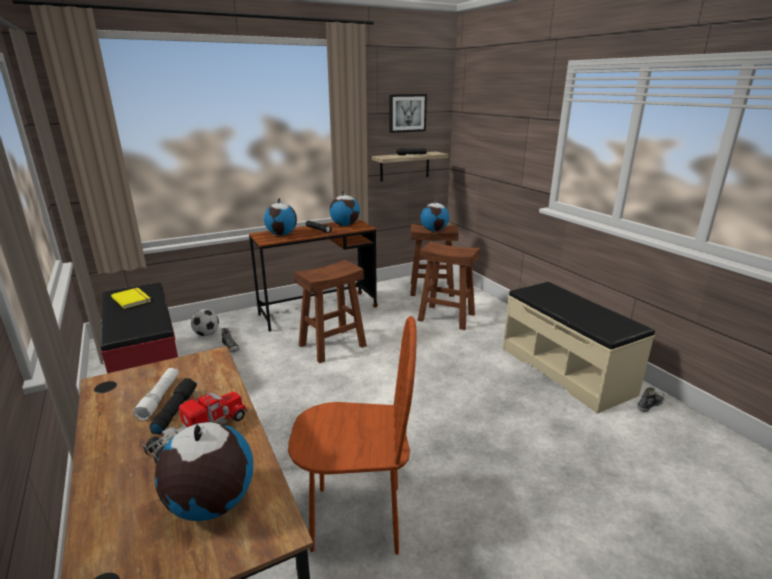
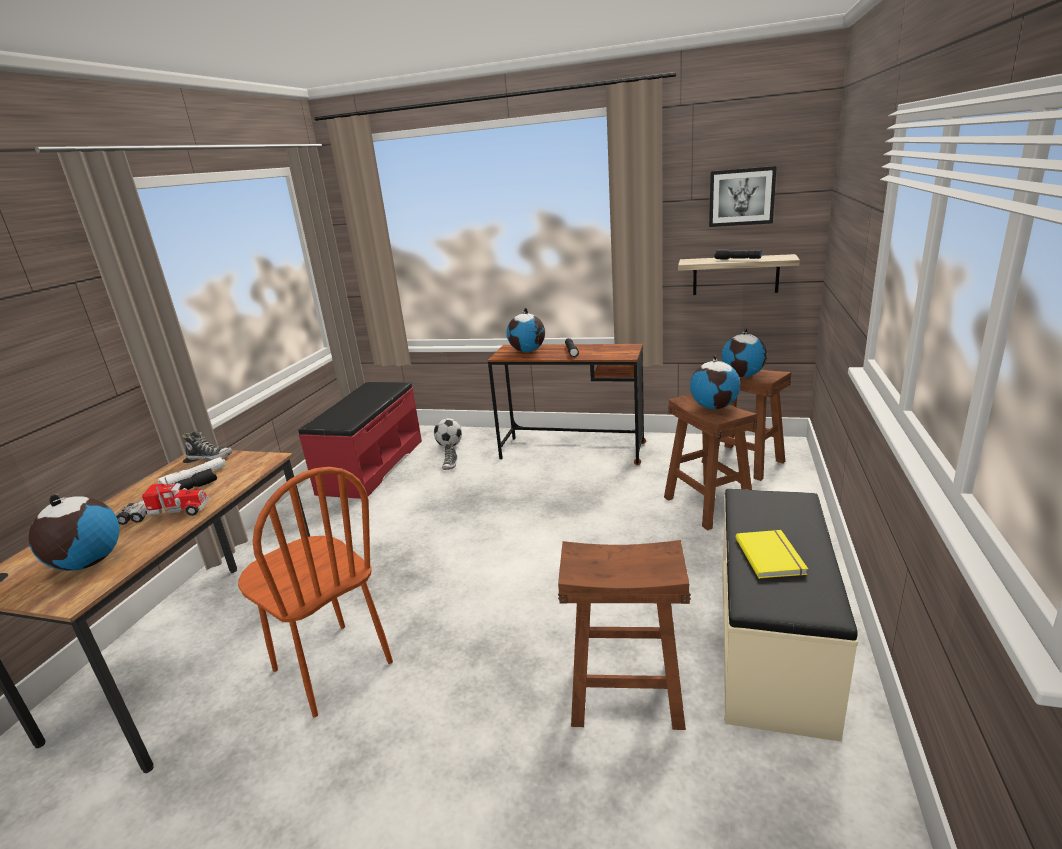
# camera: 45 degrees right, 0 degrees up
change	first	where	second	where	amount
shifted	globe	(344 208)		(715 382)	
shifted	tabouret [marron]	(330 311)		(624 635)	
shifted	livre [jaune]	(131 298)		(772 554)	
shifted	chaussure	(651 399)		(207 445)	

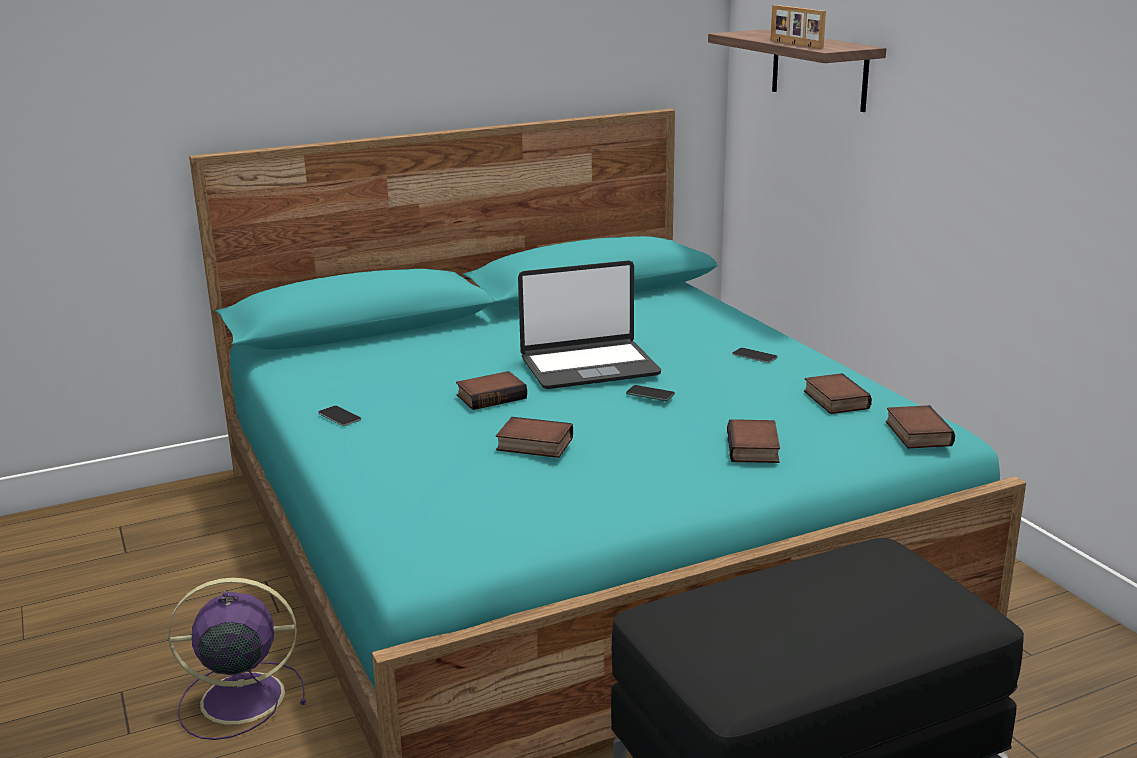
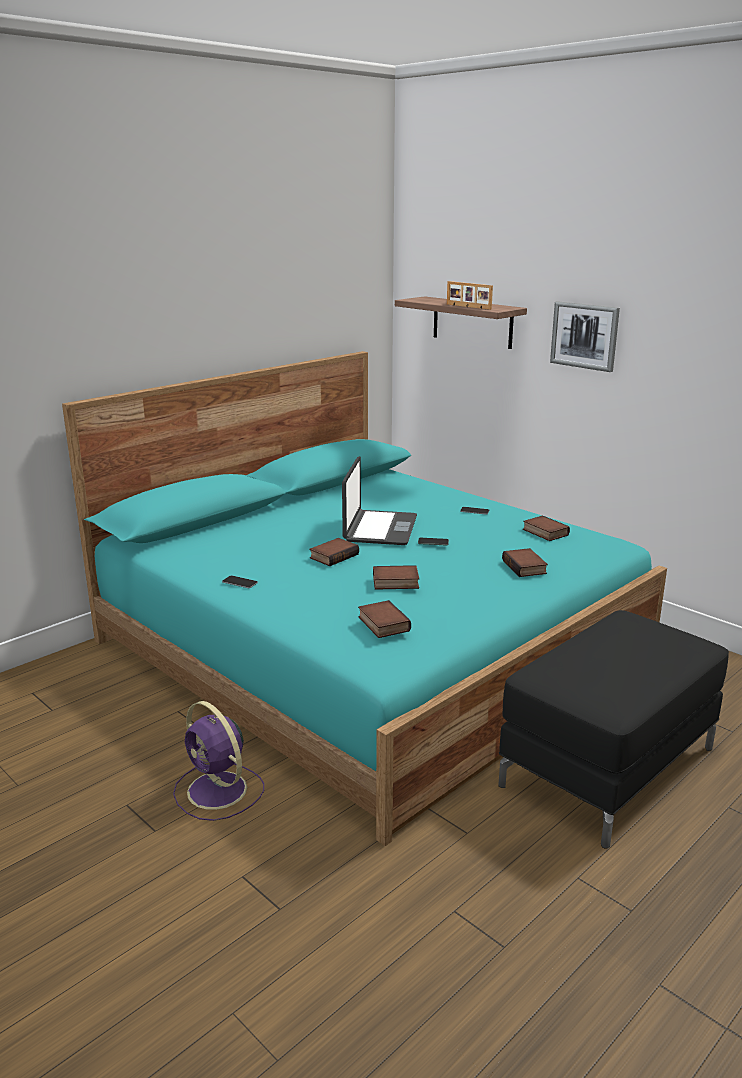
# camera: 20 degrees left, 0 degrees up
change	first	where	second	where	amount
rotated	ordinateur portable	(589 324)		(379 500)	45 degrees counterclockwise
shifted	livre	(920 427)		(384 619)	
rotated	ventilateur [violet]	(237 659)		(218 761)	105 degrees counterclockwise
new			tableau	(585 336)	

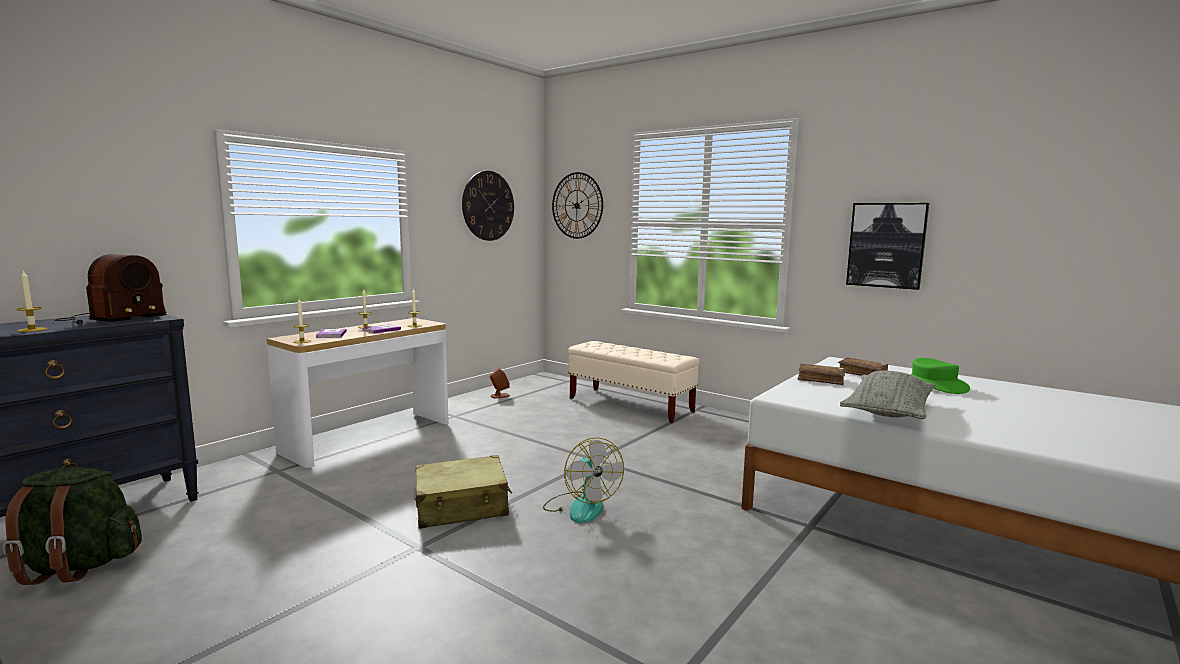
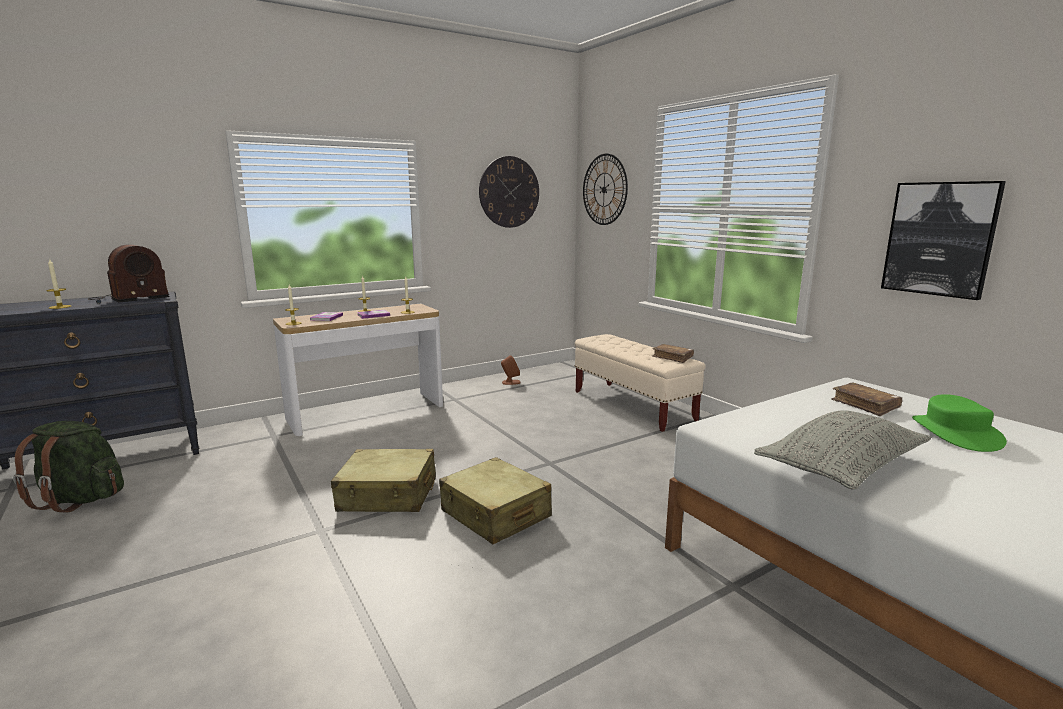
# camera: 20 degrees right, 5 degrees up
change	first	where	second	where	amount
shifted	livre [marron]	(821 374)		(673 353)	
swapped	ventilateur	(583 480)	valise [beige]	(495 500)	

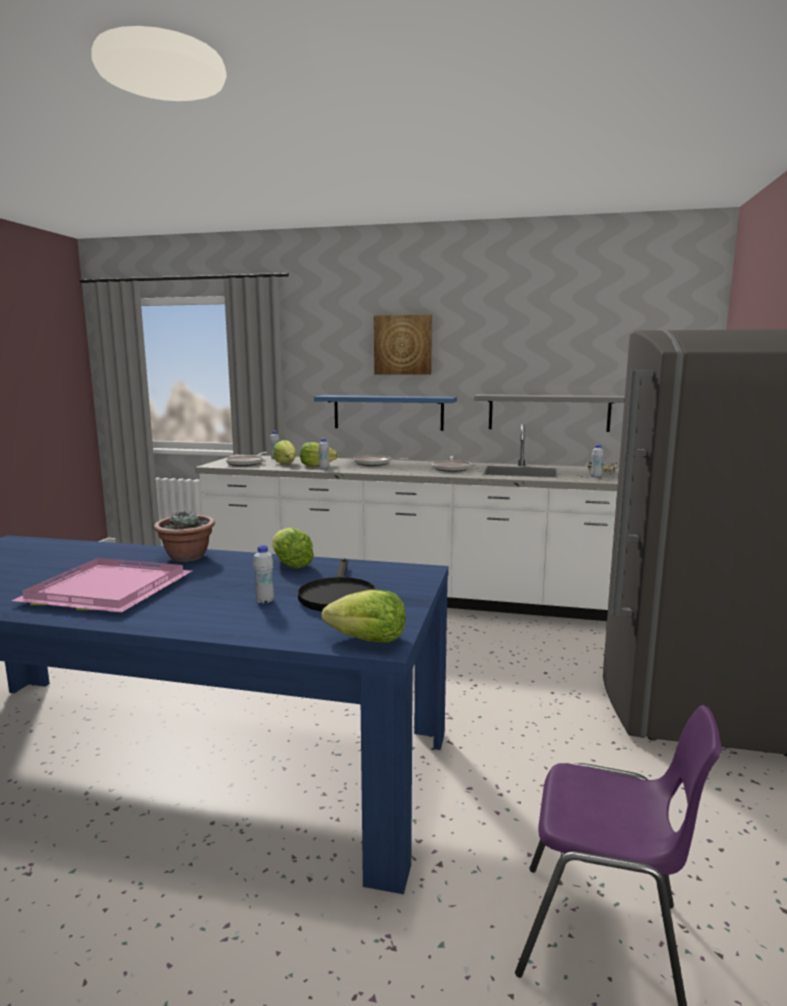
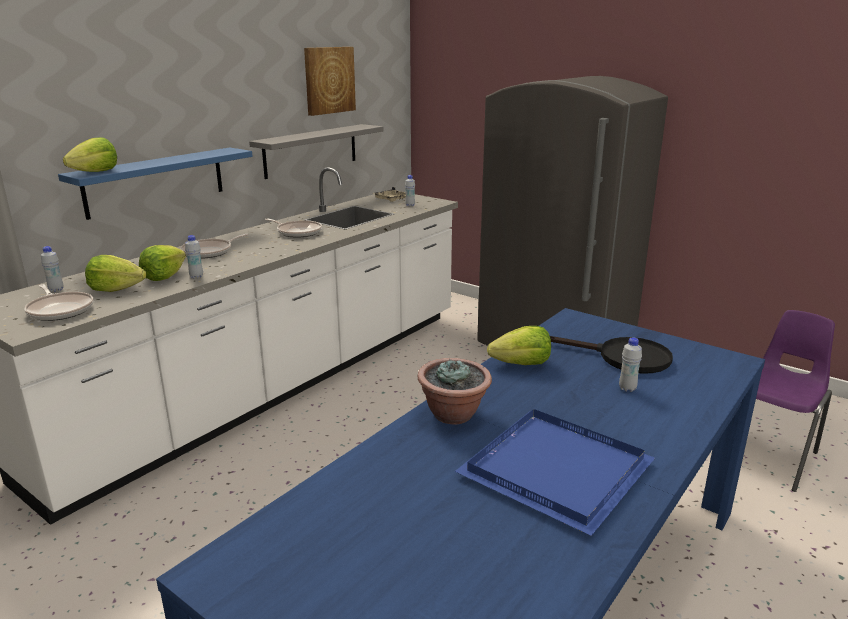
# camera: 65 degrees left, 10 degrees up
change	first	where	second	where	amount
shifted	tableau	(403 344)		(330 81)	
repainted	plateau [rose]	(101 585)	plateau [bleu]	(555 472)	
shifted	laitue	(364 616)		(90 154)	

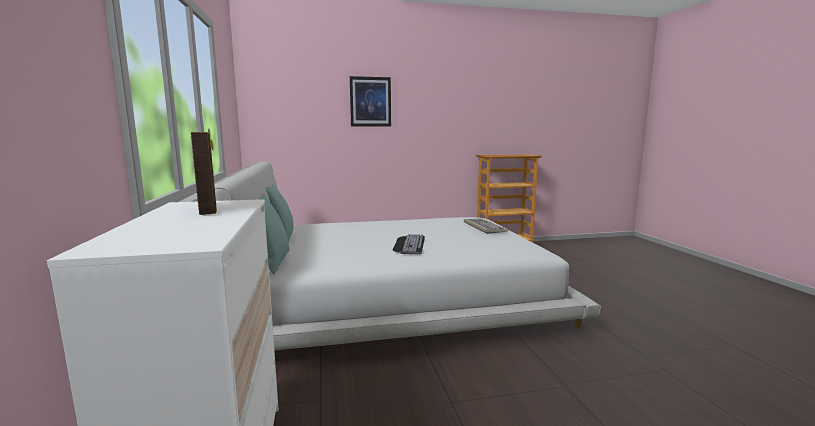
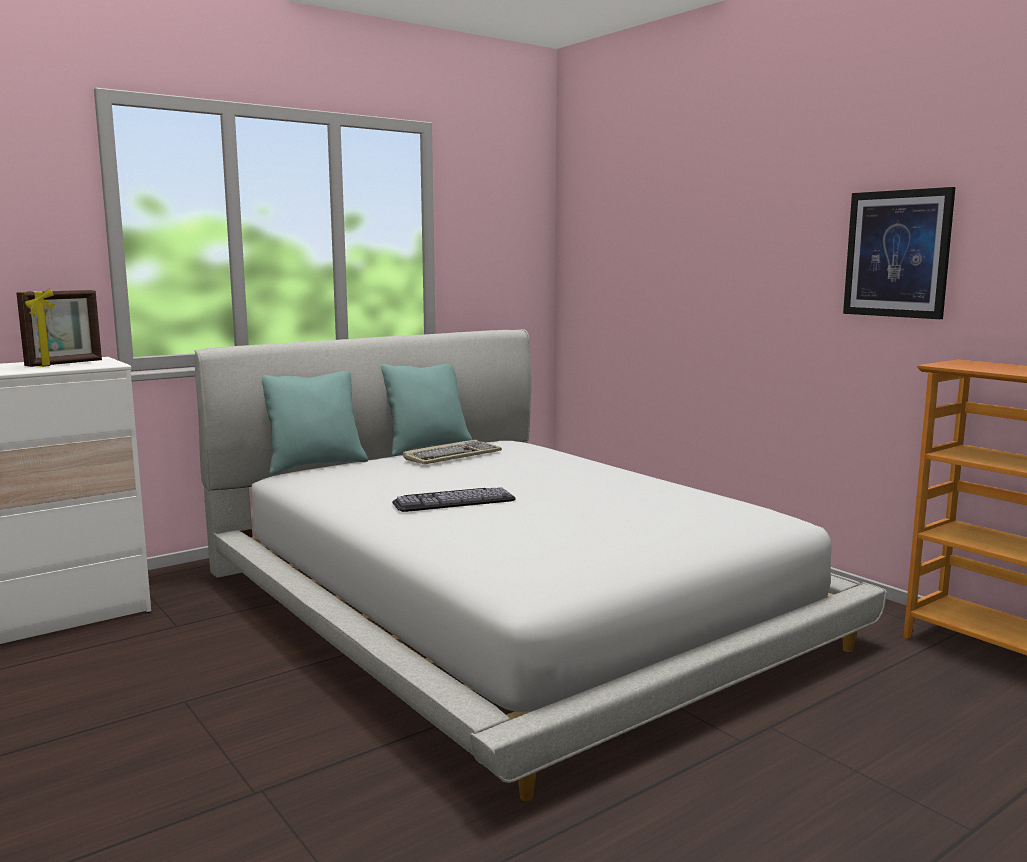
# camera: 65 degrees right, 0 degrees up
change	first	where	second	where	amount
shifted	tableau	(370 101)		(899 253)	
shifted	clavier	(486 226)		(452 452)	

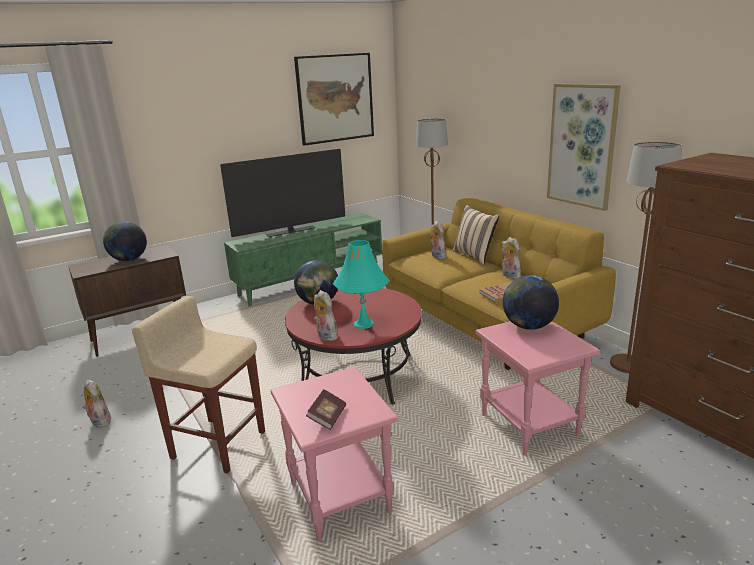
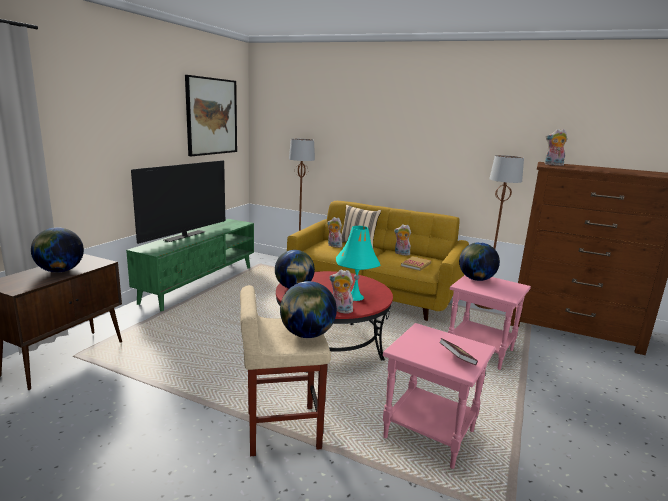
# camera: 35 degrees left, 5 degrees down
change	first	where	second	where	amount
gone	tableau	(584 147)			
shifted	peluche	(96 403)		(556 147)	
new			globe	(308 309)	

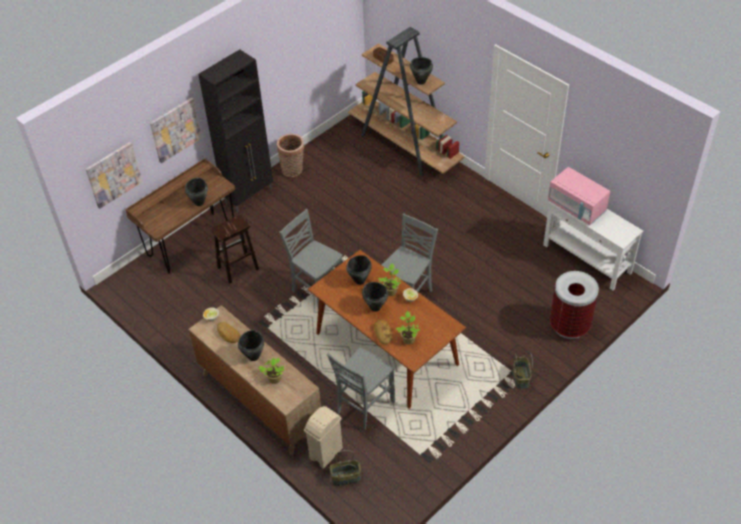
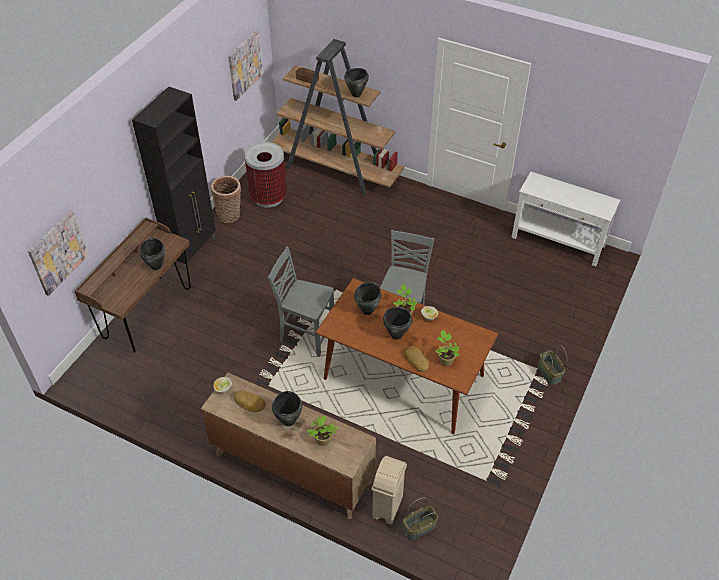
# camera: 20 degrees left, 0 degrees up
change	first	where	second	where	amount
shifted	tableau	(176 130)		(245 65)	
gone	micro-ondes [rose]	(579 196)			
gone	tabouret [marron]	(234 249)			
shifted	poubelle	(574 305)		(265 175)	
gone	chaise [gris]	(361 389)			

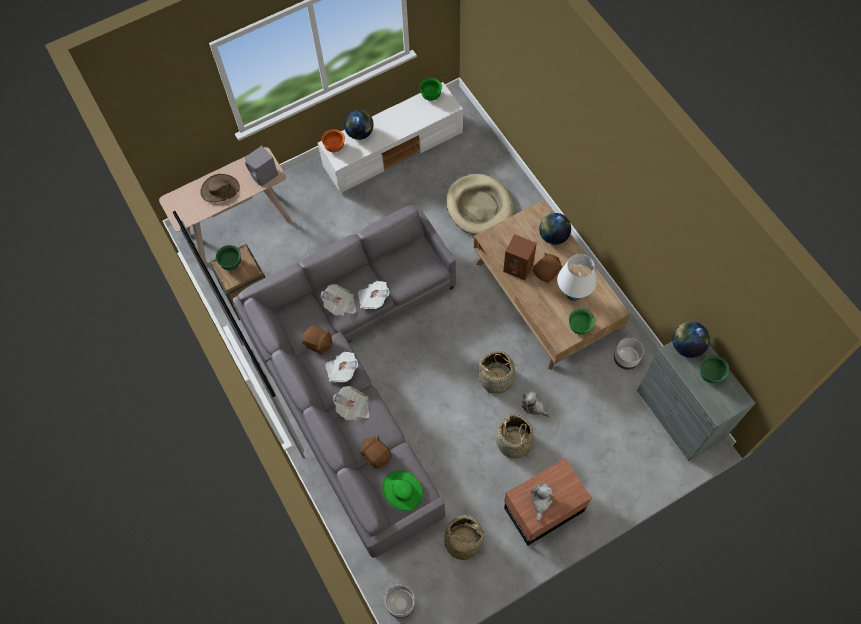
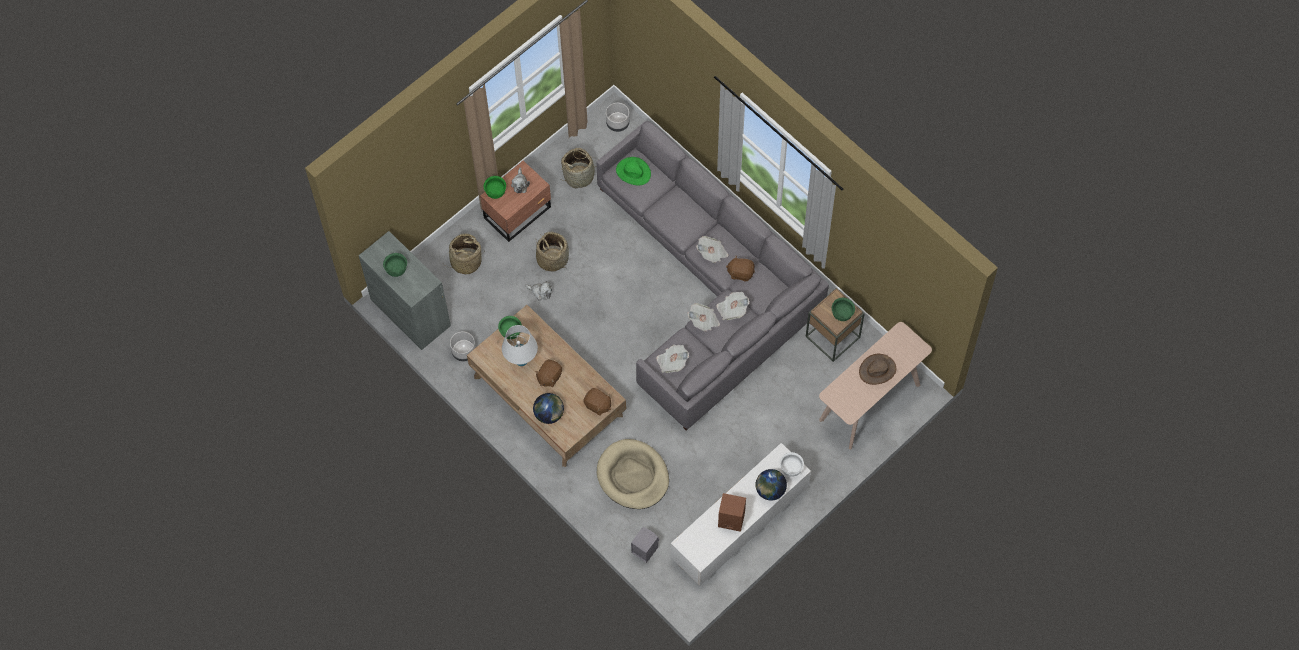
# camera: 165 degrees right, 0 degrees up
change	first	where	second	where	amount
shifted	bol [vert]	(431 89)		(495 187)	
repainted	bol [orange]	(333 140)	bol [blanc]	(792 464)	
shifted	enceinte [gris]	(261 166)		(645 545)	
shifted	enceinte [marron]	(520 257)		(732 512)	
gone	globe	(691 340)			
shifted	panier	(499 372)		(465 254)	
shifted	journal	(351 403)		(672 359)	
shifted	peluche [marron]	(375 451)		(597 402)	

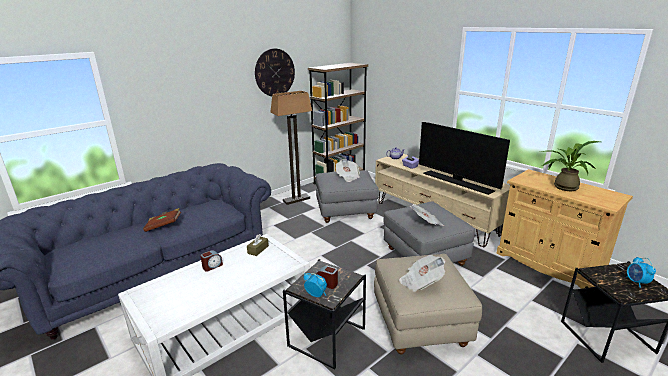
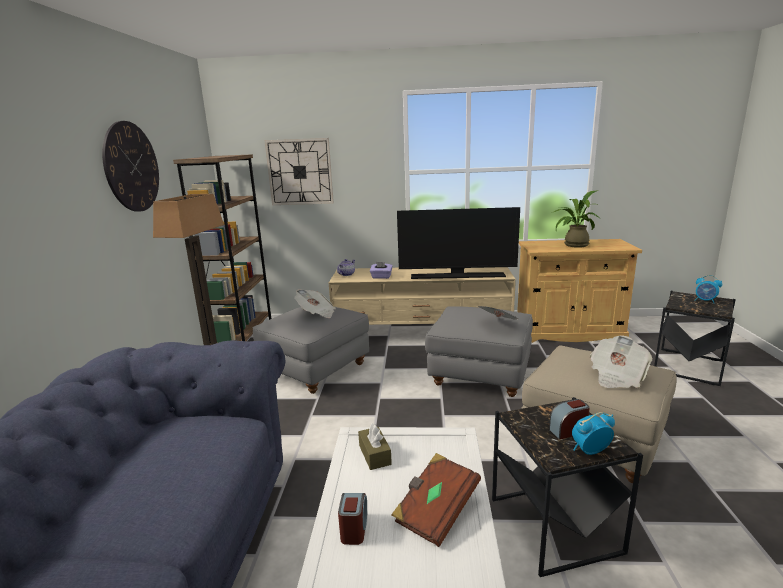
# camera: 45 degrees left, 5 degrees down
change	first	where	second	where	amount
shifted	livre [marron]	(162 220)		(436 500)	
new			horloge murale	(299 171)	

